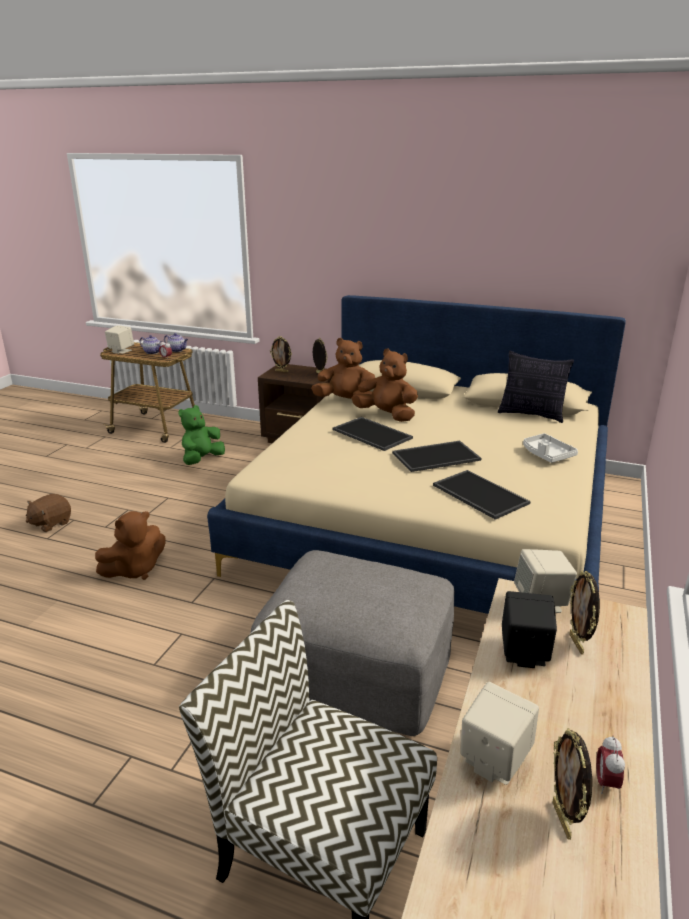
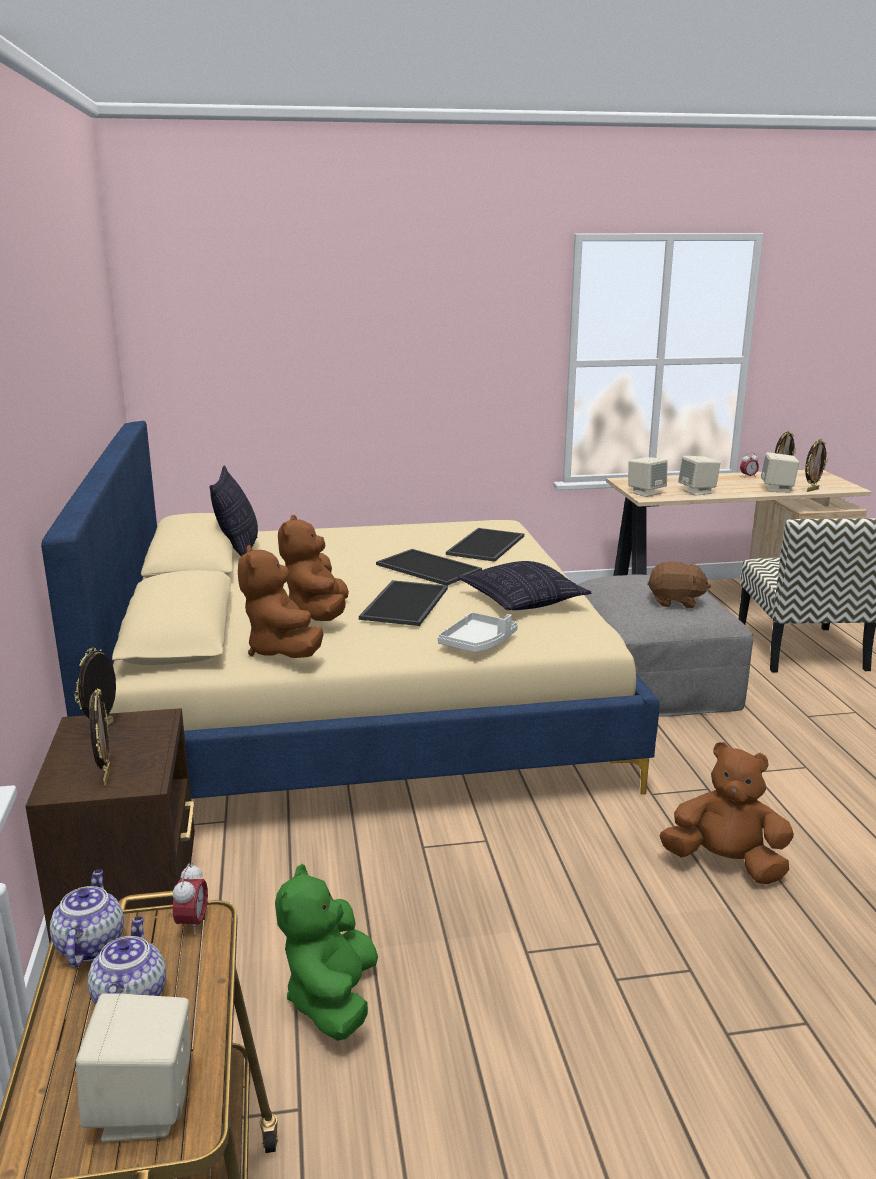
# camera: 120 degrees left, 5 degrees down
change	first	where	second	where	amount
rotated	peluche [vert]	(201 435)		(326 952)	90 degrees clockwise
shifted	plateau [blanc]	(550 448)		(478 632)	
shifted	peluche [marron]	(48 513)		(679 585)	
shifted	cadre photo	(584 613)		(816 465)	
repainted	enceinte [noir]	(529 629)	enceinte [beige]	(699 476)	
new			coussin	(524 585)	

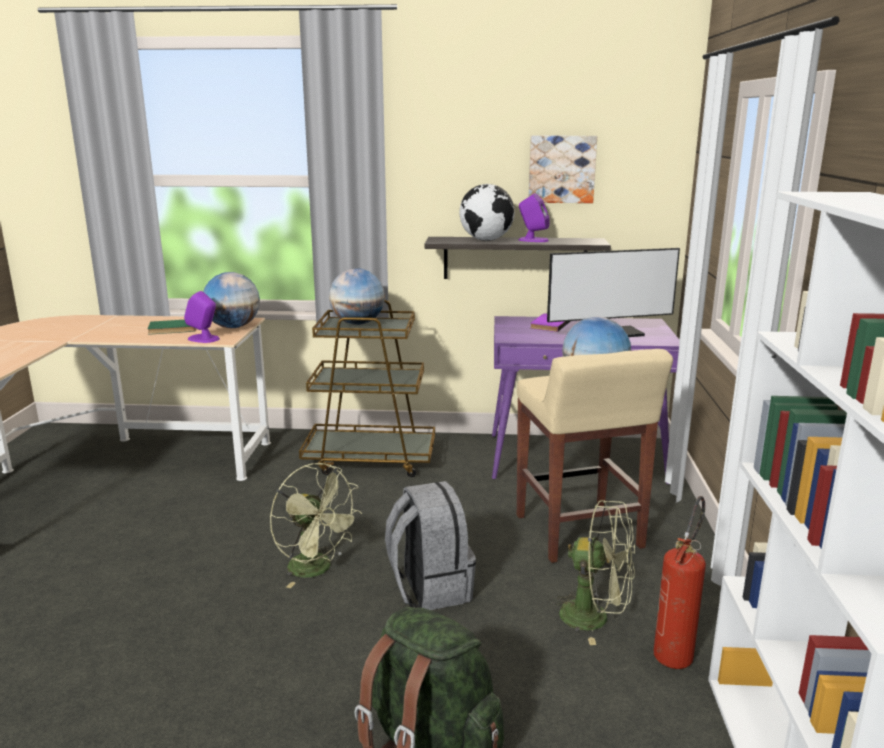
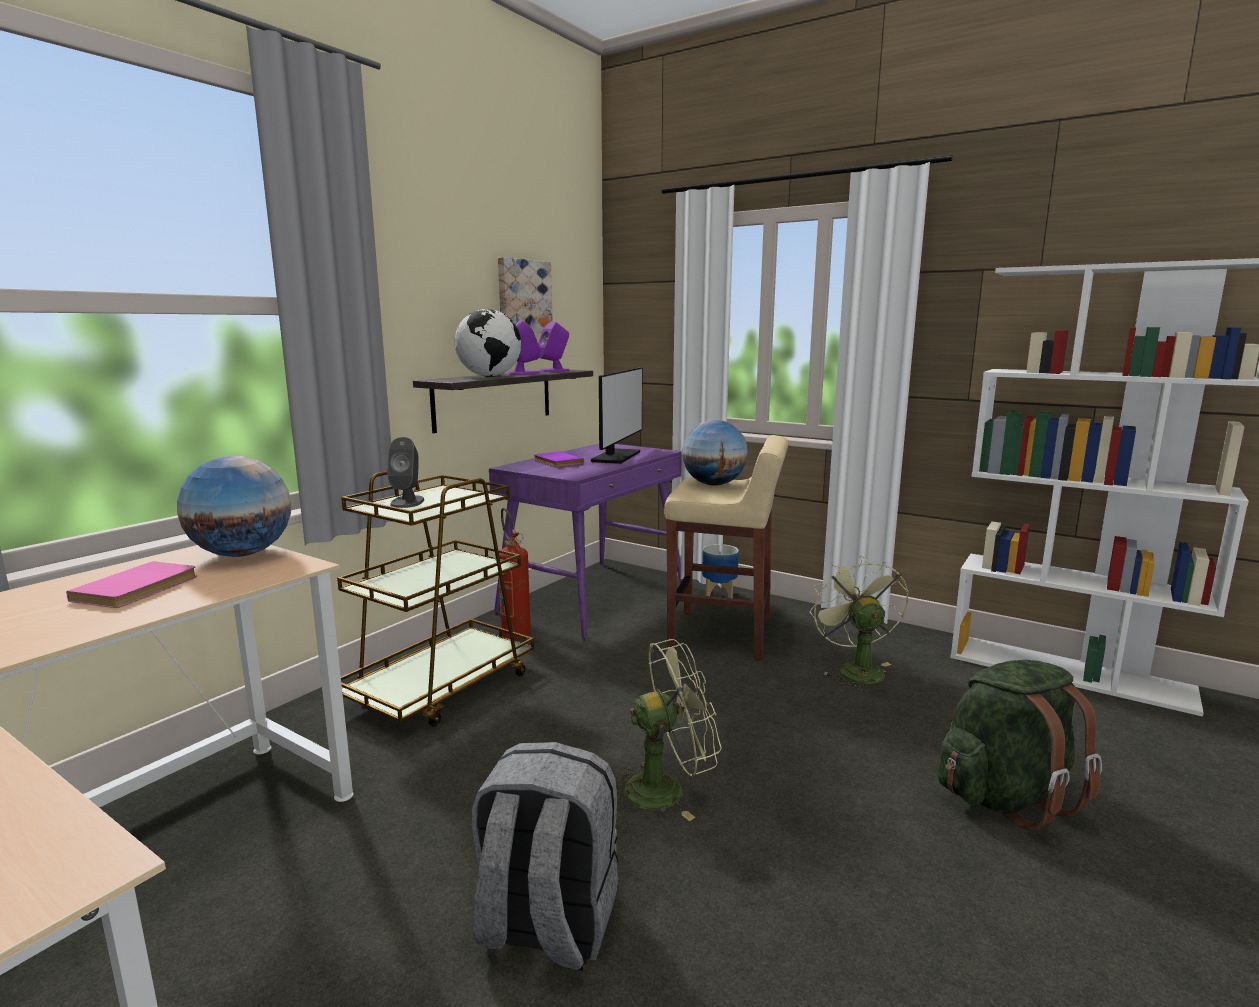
# camera: 60 degrees left, 5 degrees down
change	first	where	second	where	amount
swapped	globe	(357 296)	enceinte [gris]	(405 472)	
shifted	enceinte [violet]	(202 317)		(554 346)	
repainted	livre [vert]	(172 327)	livre [rose]	(131 584)	
shifted	sac à dos [gris]	(430 545)		(545 856)	
shifted	extincteur	(680 582)		(515 573)	
rotated	ventilateur [vert]	(592 572)		(859 623)	60 degrees counterclockwise
new			cache-pot	(720 571)	

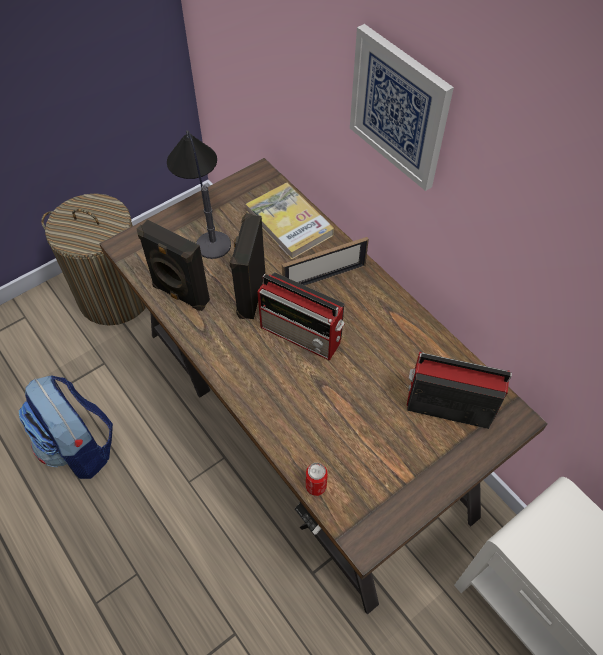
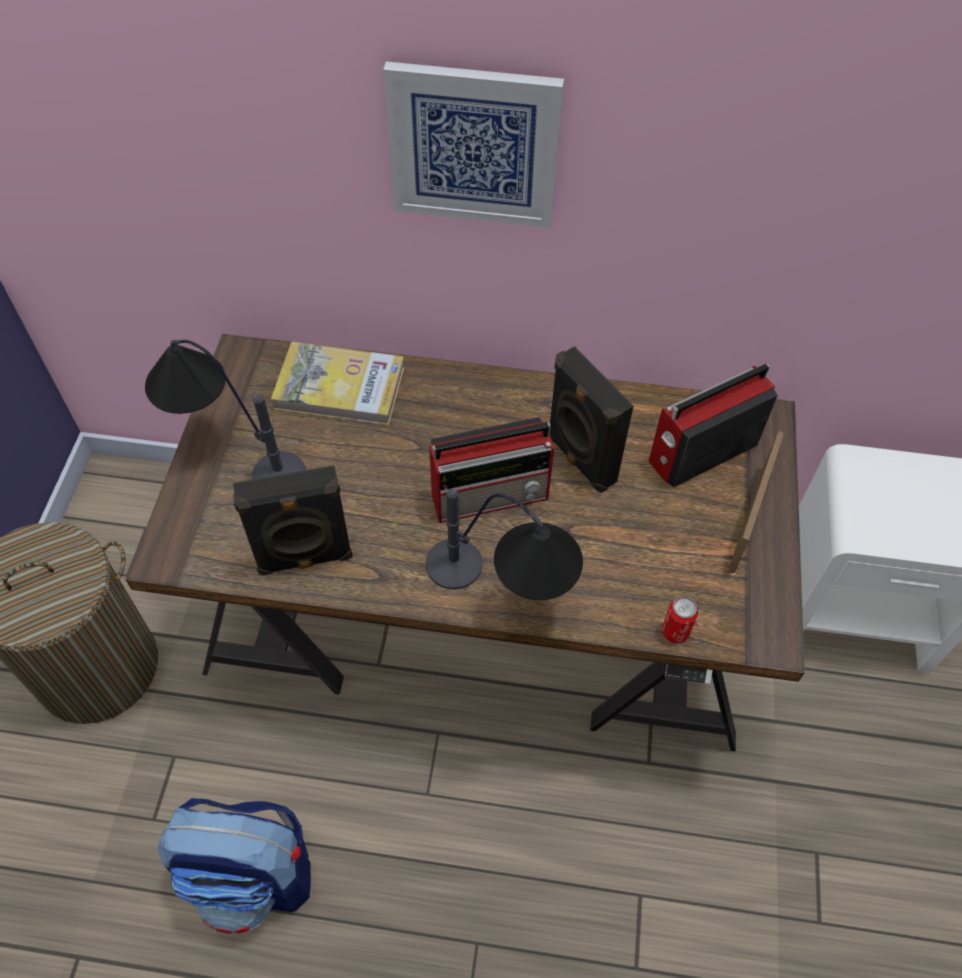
# camera: 45 degrees left, 0 degrees up
change	first	where	second	where	amount
shifted	enceinte [noir]	(247 266)		(591 419)	
shifted	cadre photo	(325 261)		(756 502)	
new			lampe de table	(504 544)	

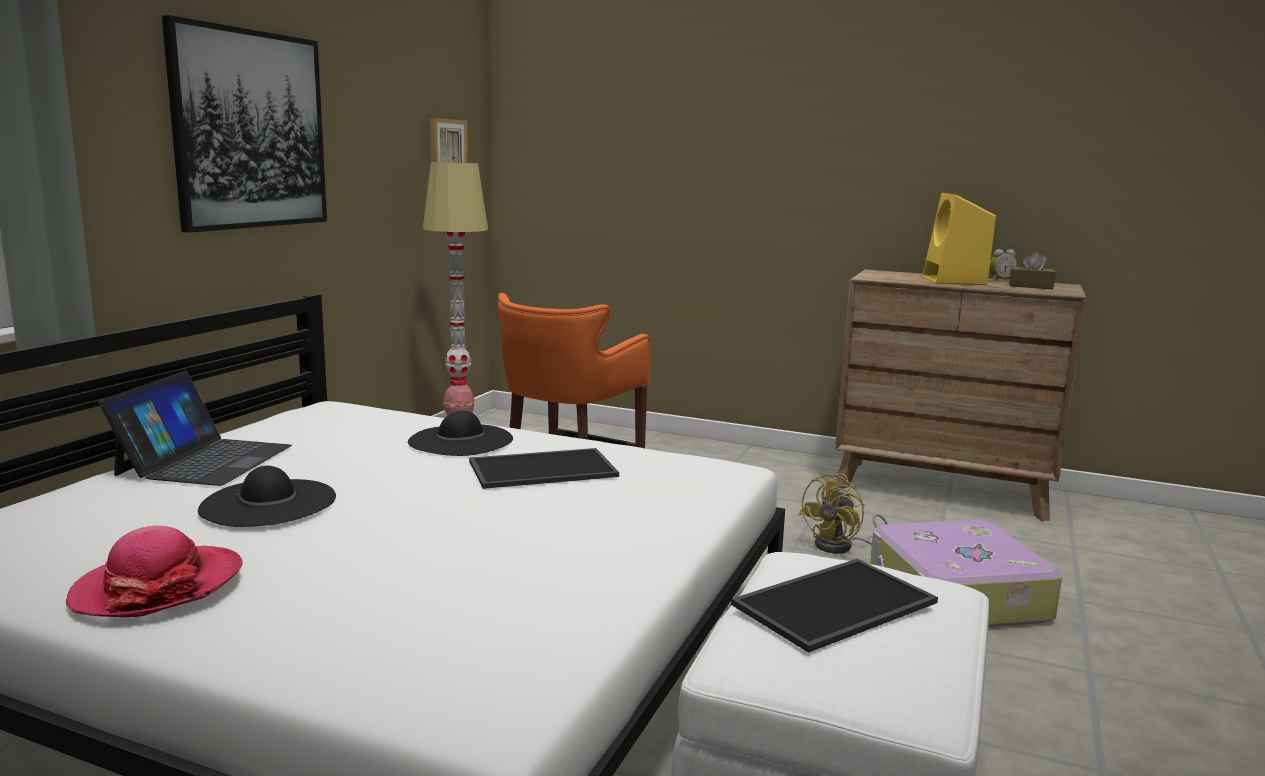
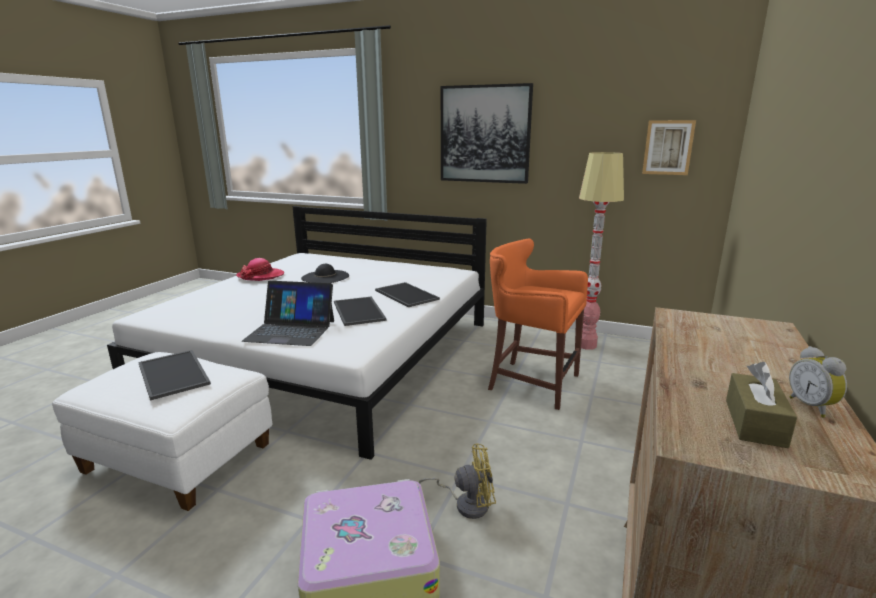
# camera: 90 degrees right, 5 degrees up
change	first	where	second	where	amount
gone	enceinte [jaune]	(959 239)			
shifted	ordinateur portable	(195 428)		(288 313)	
swapped	chapeau [noir]	(460 433)	plateau	(407 294)	
rotated	ventilateur [jaune]	(843 513)		(457 481)	135 degrees clockwise

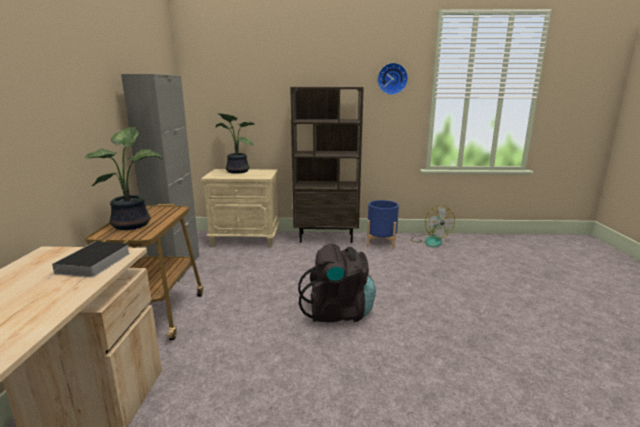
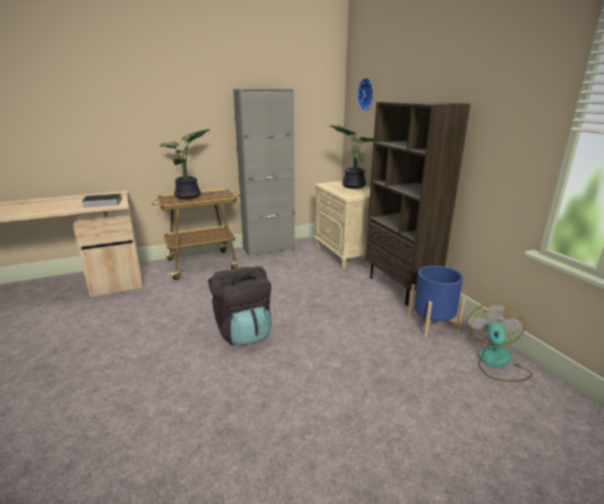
# camera: 65 degrees right, 5 degrees up
change	first	where	second	where	amount
shifted	horloge murale	(392 79)		(365 94)	
rotated	ventilateur	(433 226)		(499 342)	150 degrees clockwise

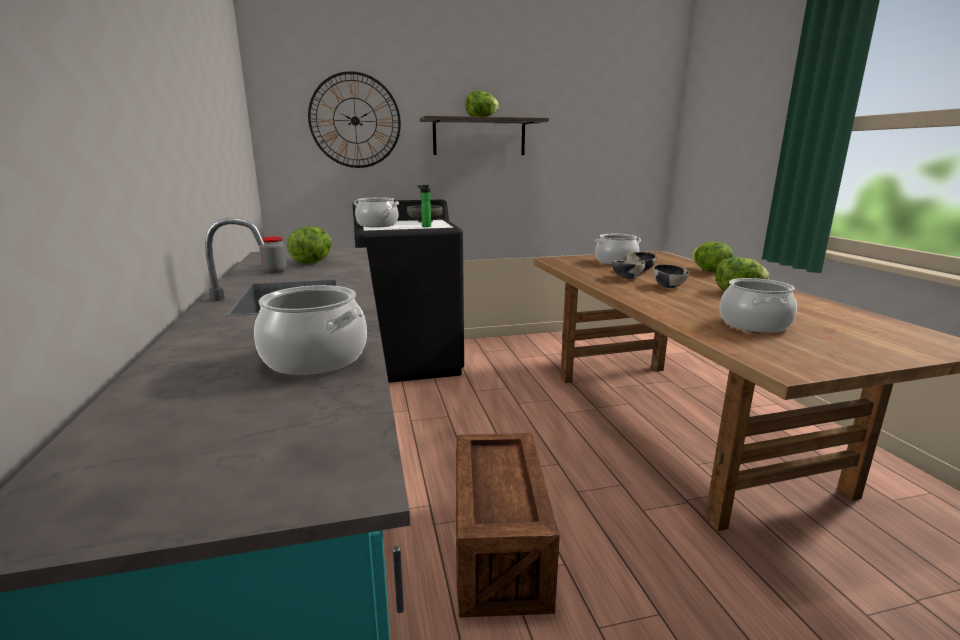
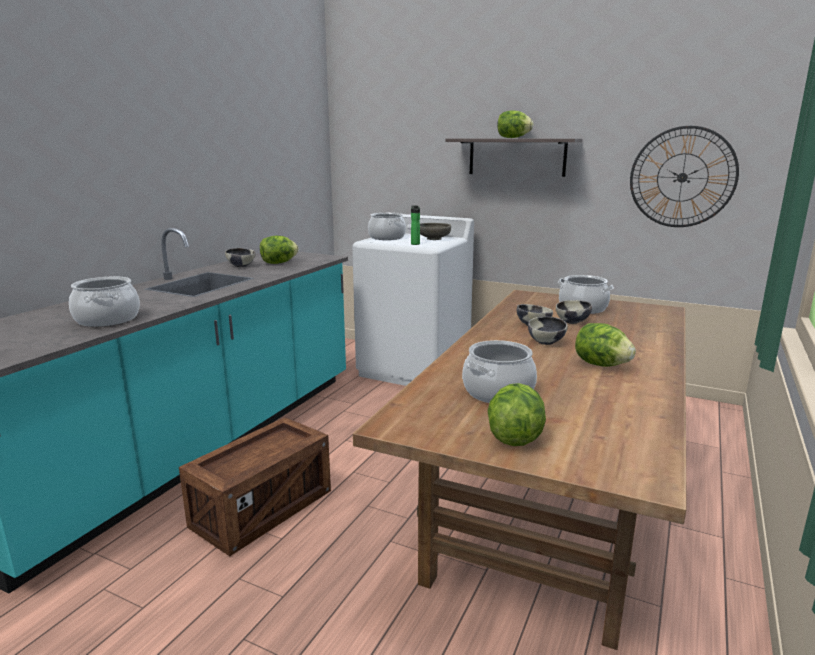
# camera: 40 degrees right, 0 degrees up
change	first	where	second	where	amount
shifted	horloge murale	(354 119)		(684 176)	
repainted	lave-linge [noir]	(408 291)	lave-linge [blanc]	(413 300)	
swapped	bocal	(273 254)	bol	(240 257)	
shifted	laitue	(712 257)		(517 414)	

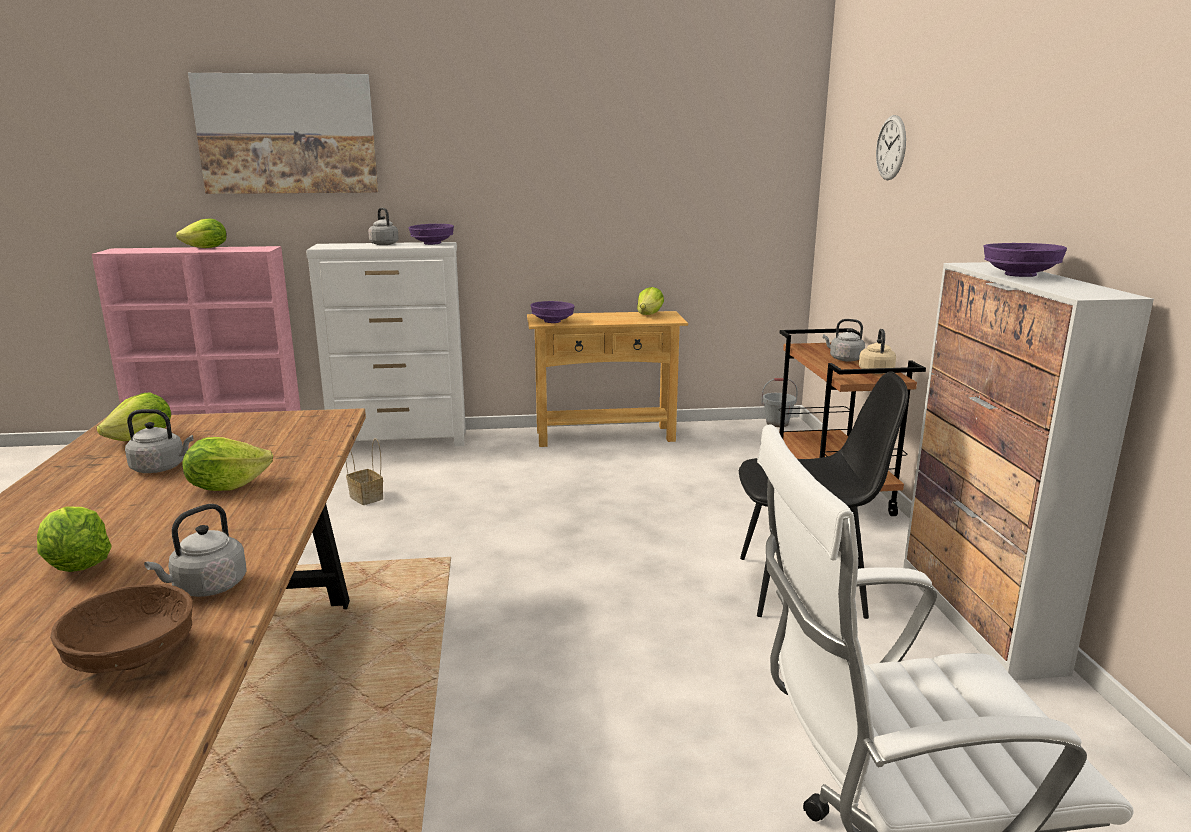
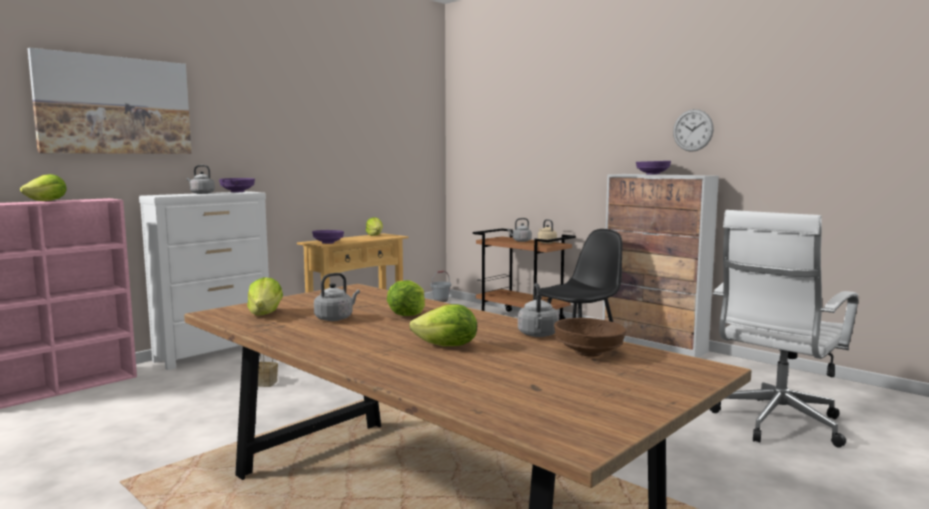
# camera: 40 degrees left, 10 degrees down
change	first	where	second	where	amount
shifted	horloge murale	(891 147)		(693 130)	

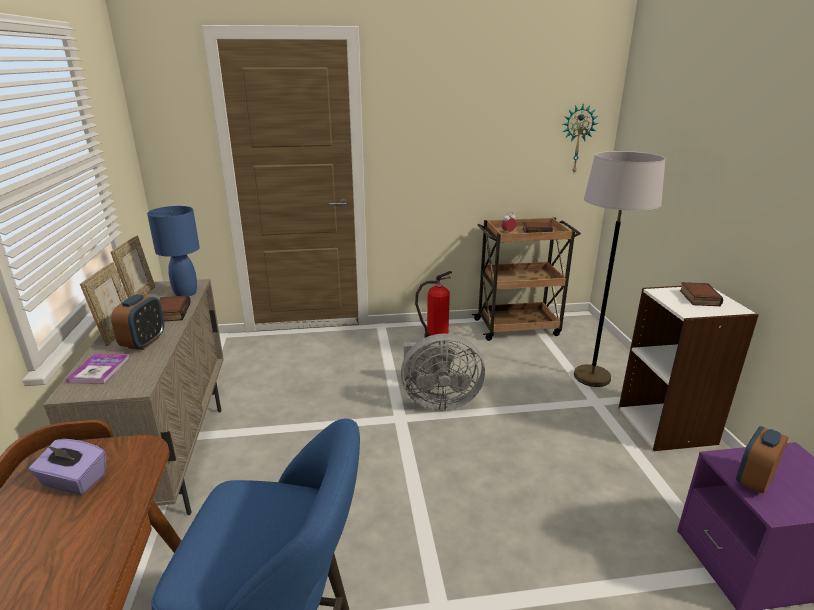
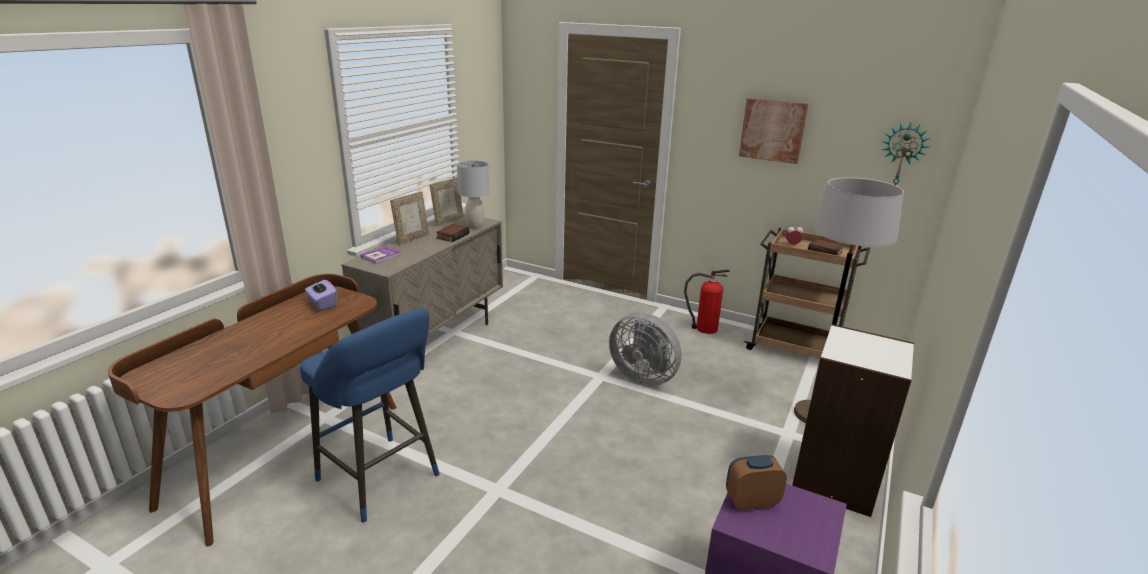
# camera: 35 degrees right, 0 degrees up
change	first	where	second	where	amount
repainted	lampe de table [bleu]	(173 251)	lampe de table [gris]	(473 194)	
gone	livre	(701 294)			
gone	réveil	(137 322)			
new			tableau	(774 131)	

